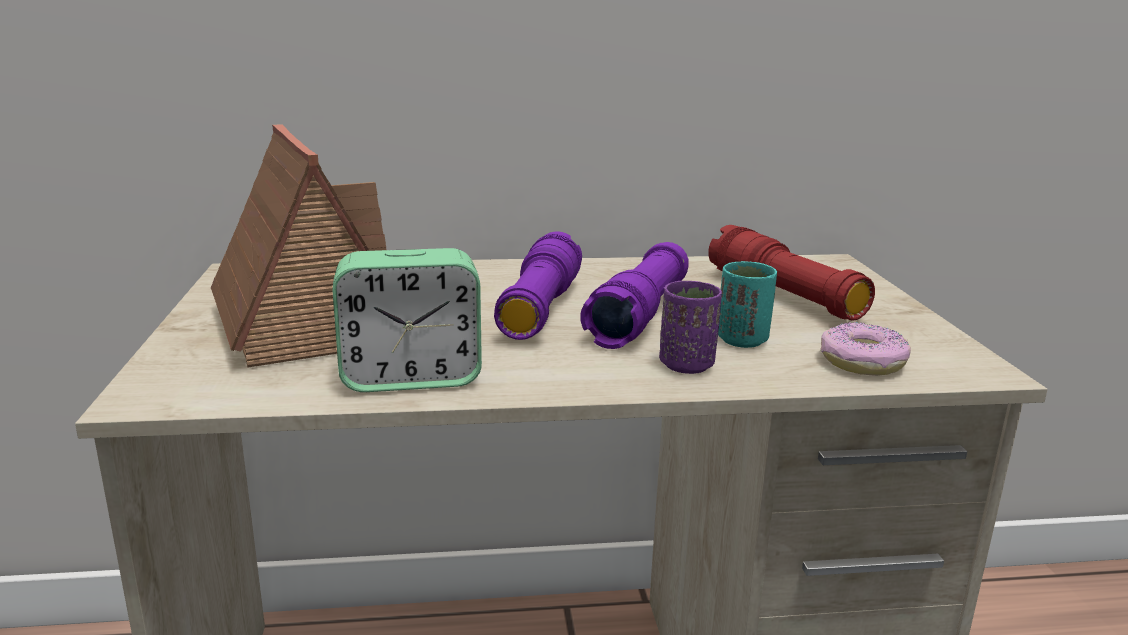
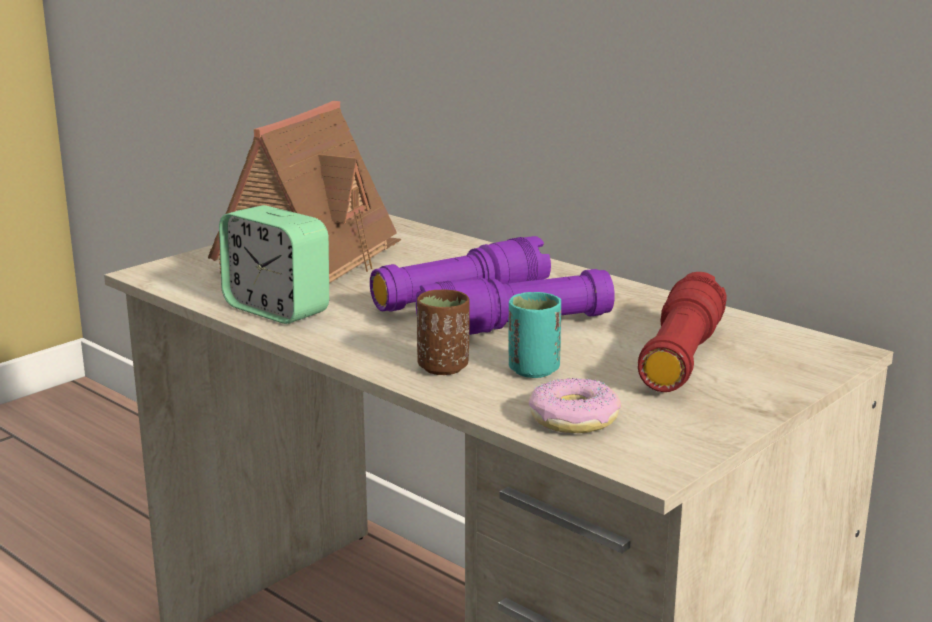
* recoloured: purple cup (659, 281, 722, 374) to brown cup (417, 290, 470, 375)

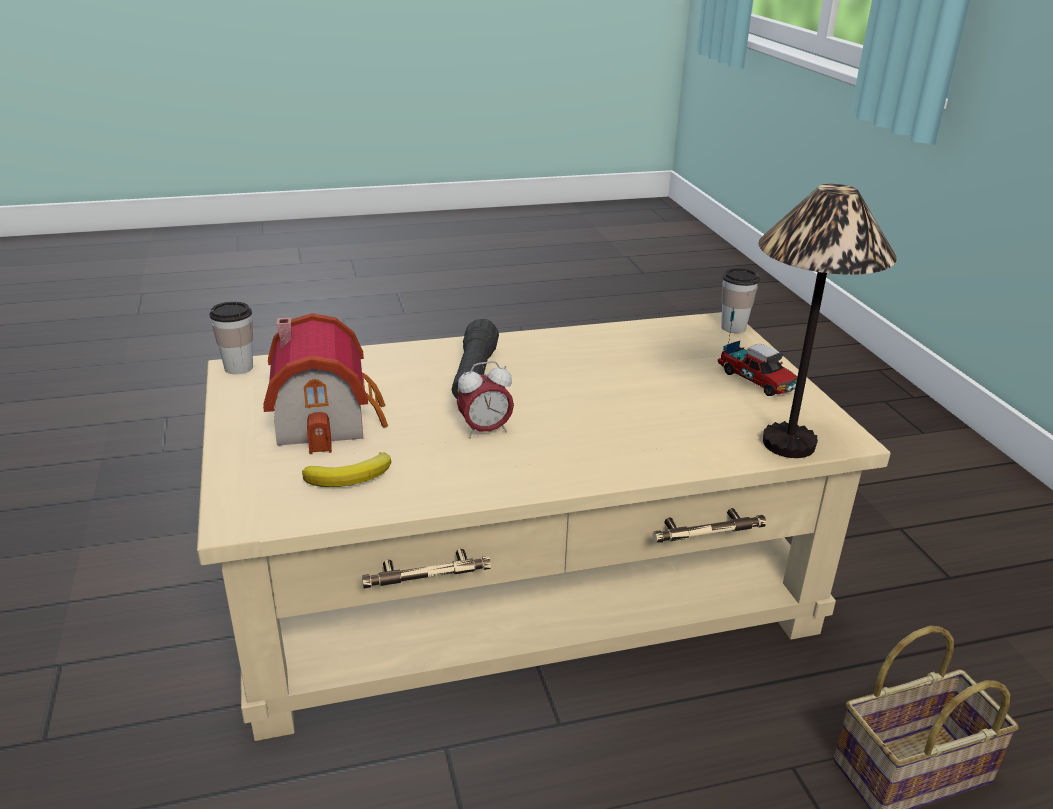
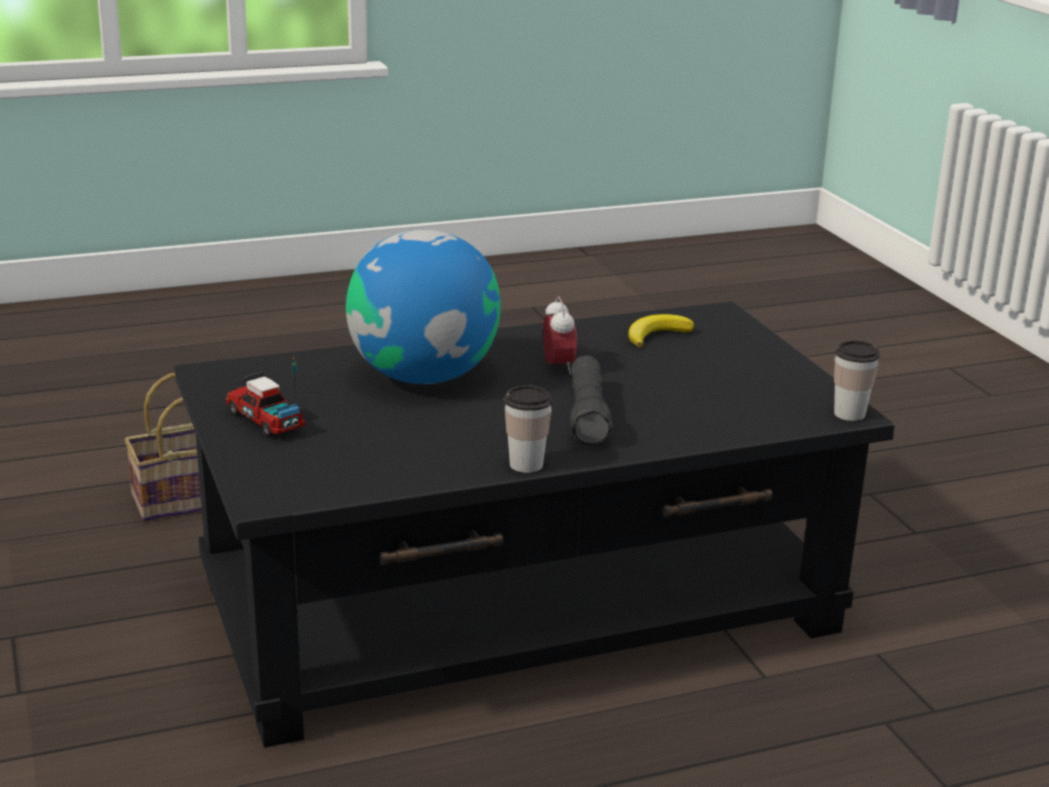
* removed: table lamp (758, 184, 897, 458)
* moved: cup (721, 268, 760, 333) to (504, 385, 552, 473)
* recoloured: beige coffee table (197, 312, 891, 741) to black coffee table (174, 301, 895, 747)
* removed: toy house (263, 313, 388, 454)
* turned: alarm clock (457, 361, 514, 439) = (543, 296, 577, 374) 105 degrees clockwise
* added: globe (346, 230, 501, 384)

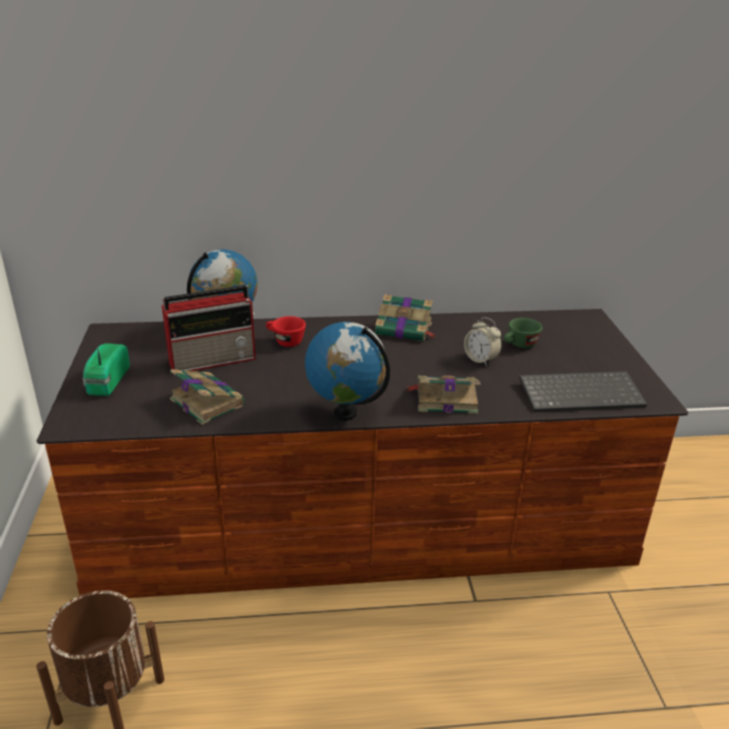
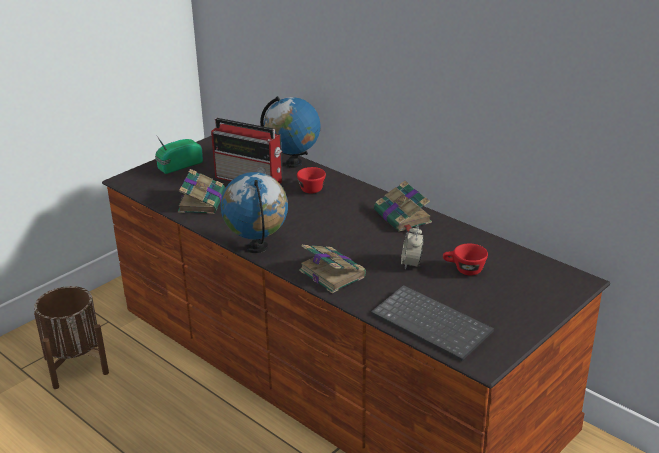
* recoloured: green cup (504, 318, 543, 348) to red cup (443, 243, 488, 275)

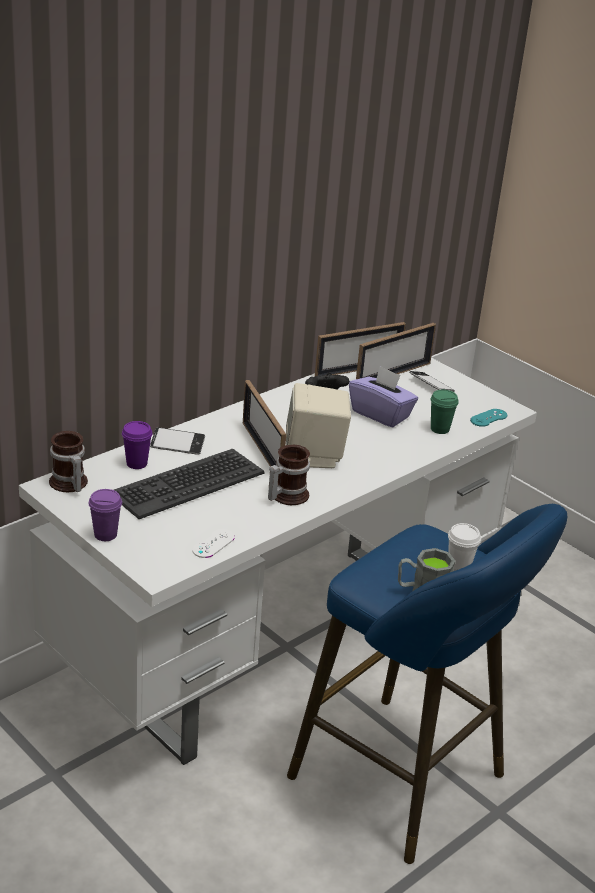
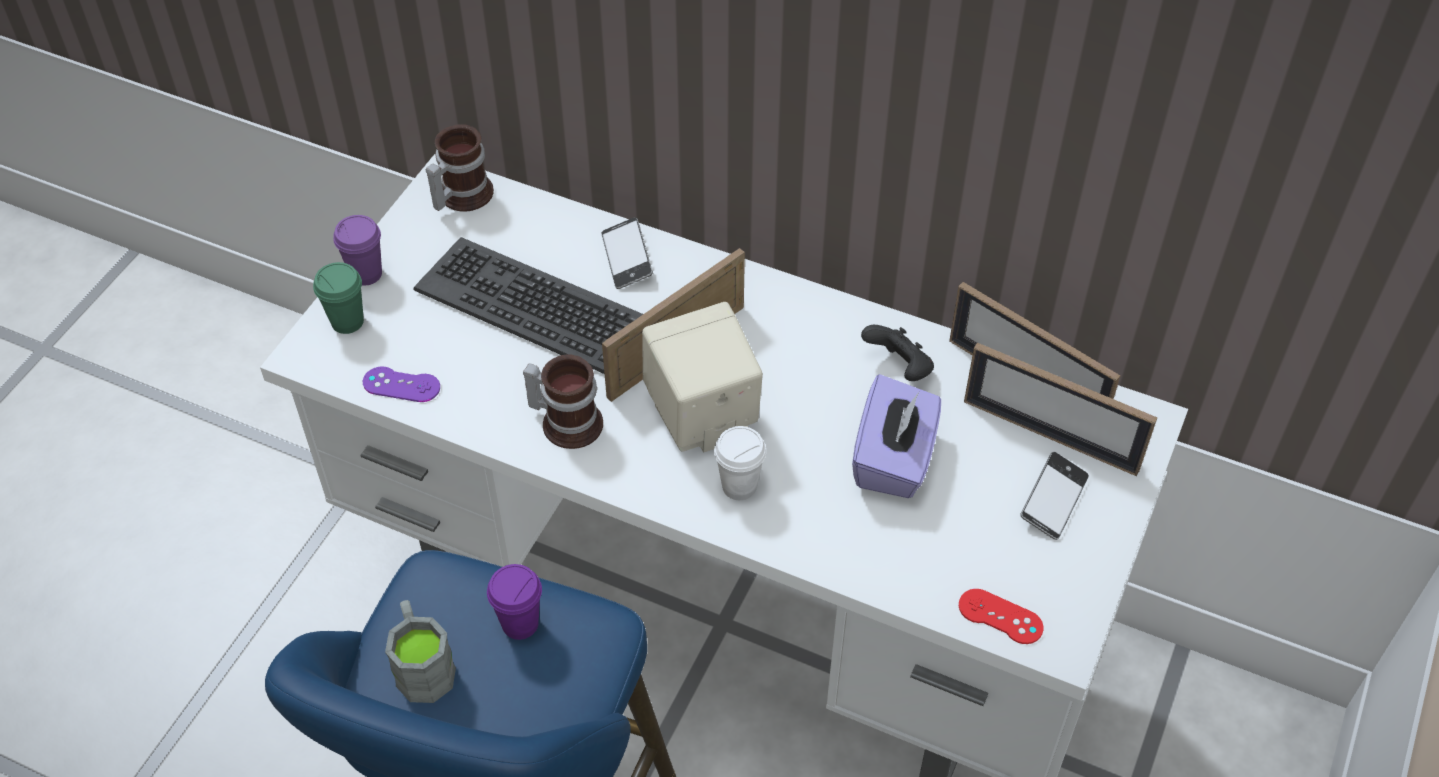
* moved: green cup (430, 390, 459, 434) to (313, 262, 364, 334)
* recoloured: turquoise game controller (470, 409, 507, 427) to red game controller (959, 589, 1044, 644)
* moved: purple cup (122, 421, 153, 469) to (487, 564, 542, 640)
* moved: white cup (448, 523, 481, 571) to (714, 426, 766, 500)
* recoloured: white game controller (192, 529, 235, 558) to purple game controller (363, 367, 440, 402)

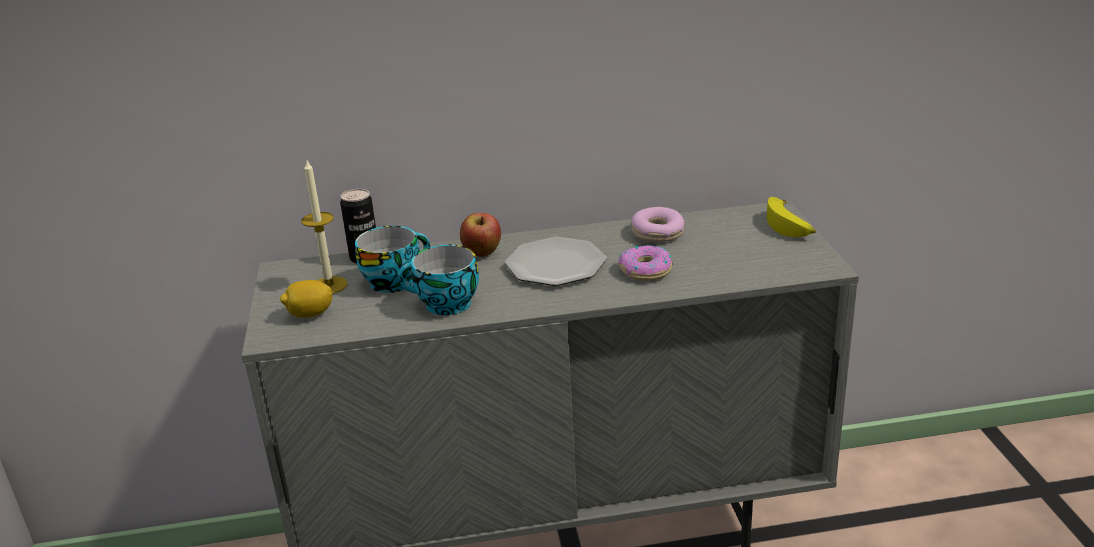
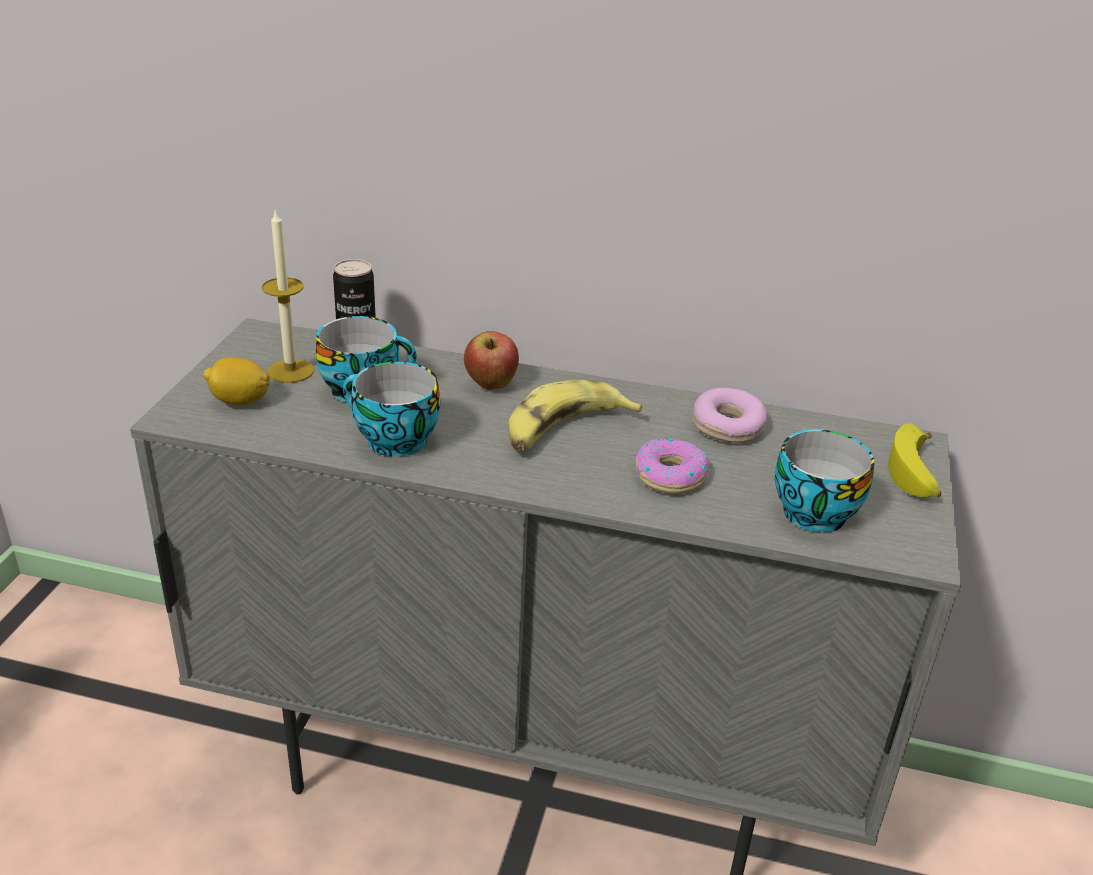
* replaced: plate (505, 237, 607, 286) to banana (508, 380, 642, 452)
* added: cup (775, 429, 874, 532)

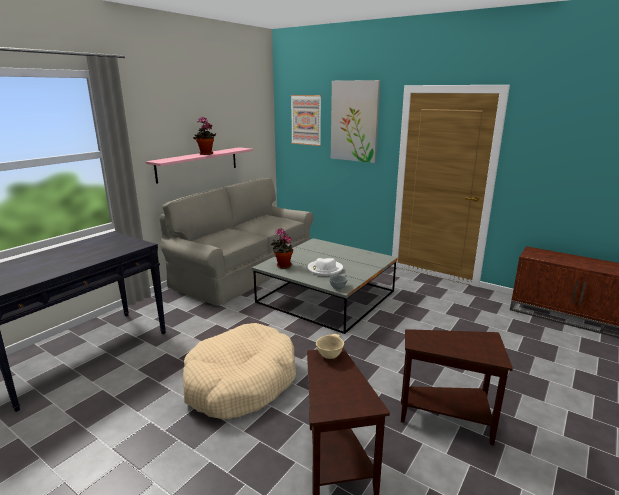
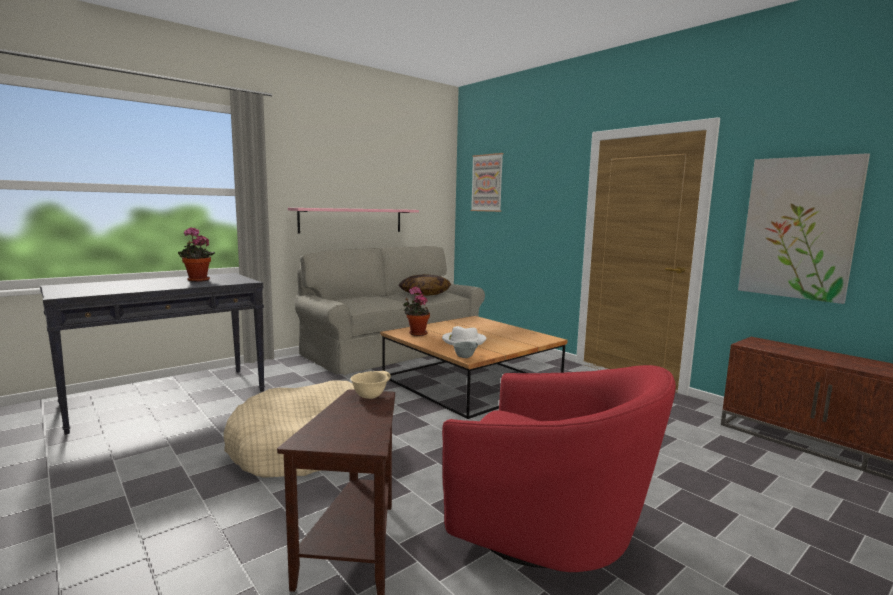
* moved: picture (331, 80, 380, 163) to (738, 153, 870, 304)
* moved: potted plant (193, 117, 216, 155) to (178, 227, 215, 282)
* recoloured: grey coffee table (252, 238, 398, 334) to brown coffee table (380, 316, 568, 419)
* replaced: brown side table (401, 329, 513, 445) to red armchair (442, 365, 676, 572)
* added: pillow (399, 274, 451, 296)

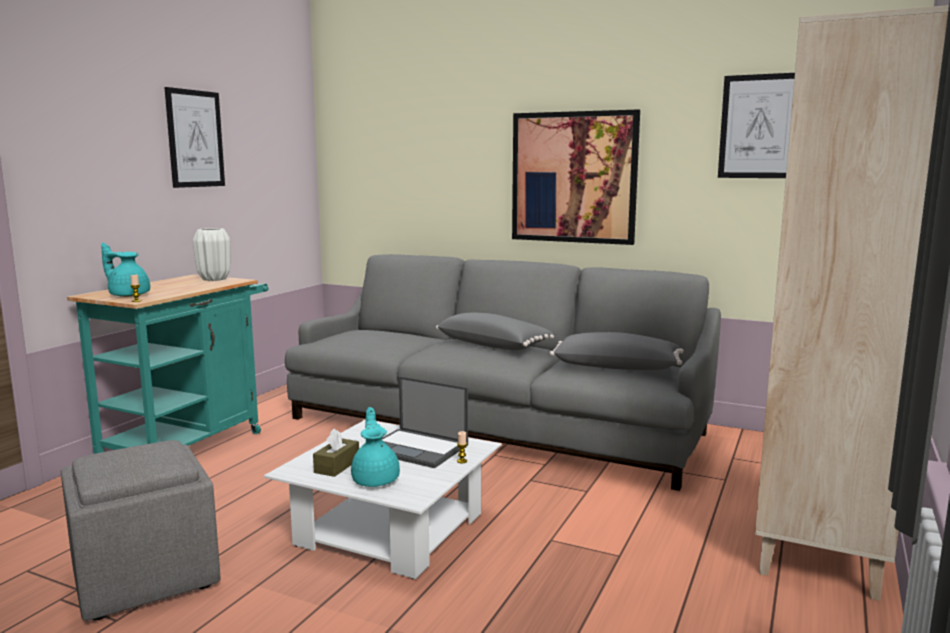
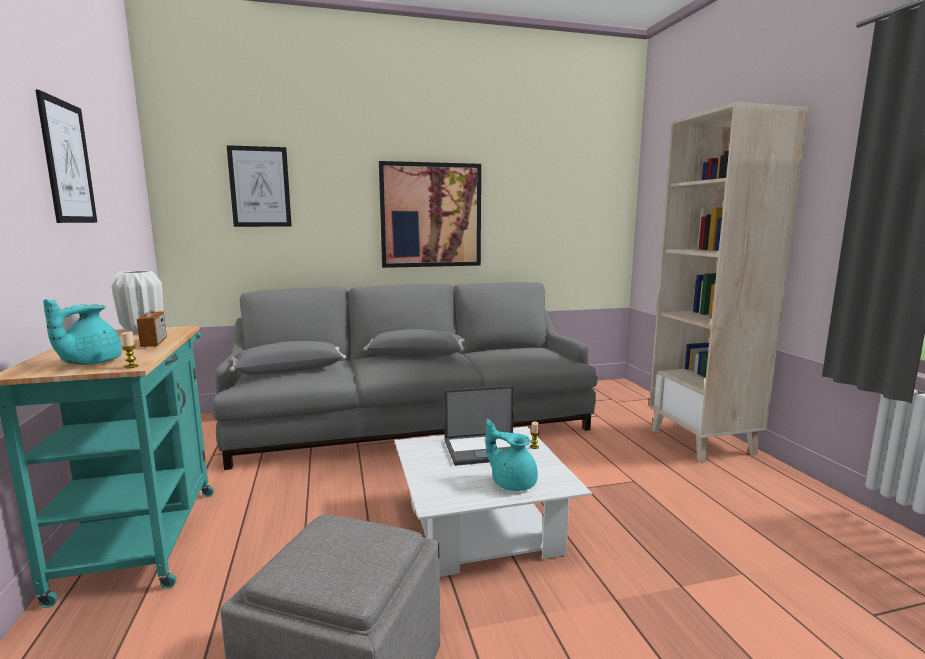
* moved: picture (718, 73, 795, 178) to (227, 145, 292, 227)
* turned: turquoise teapot (101, 243, 150, 297) = (43, 299, 122, 365) 60 degrees counterclockwise
* moved: grey pillow (549, 332, 684, 370) to (230, 341, 346, 375)
* removed: brown tissue box (313, 428, 359, 477)
* added: radio (137, 283, 167, 347)

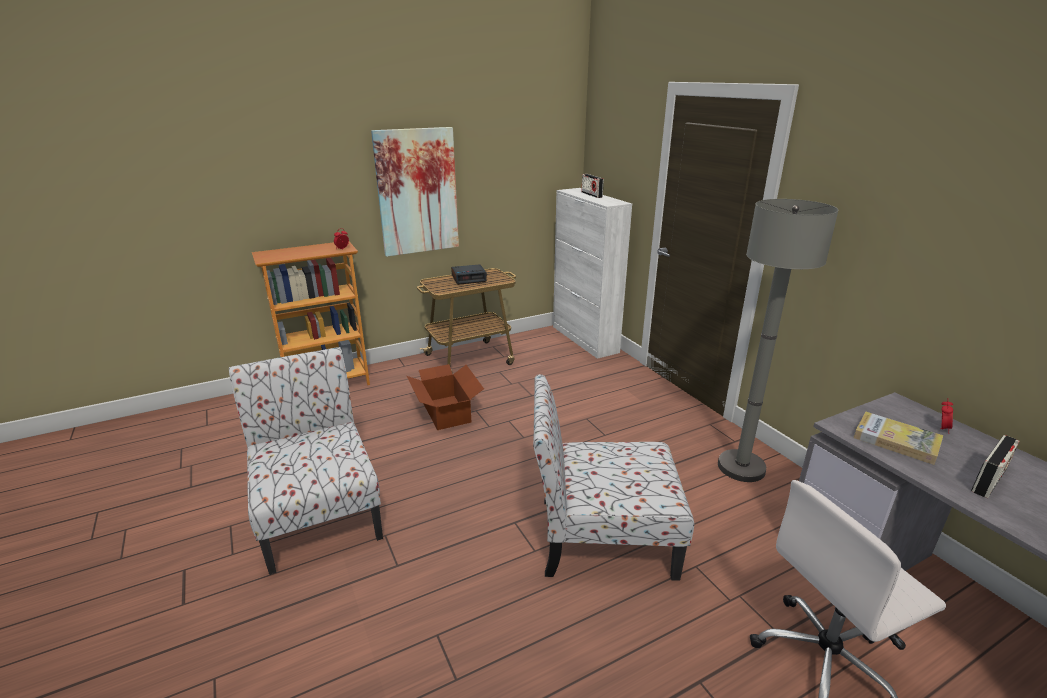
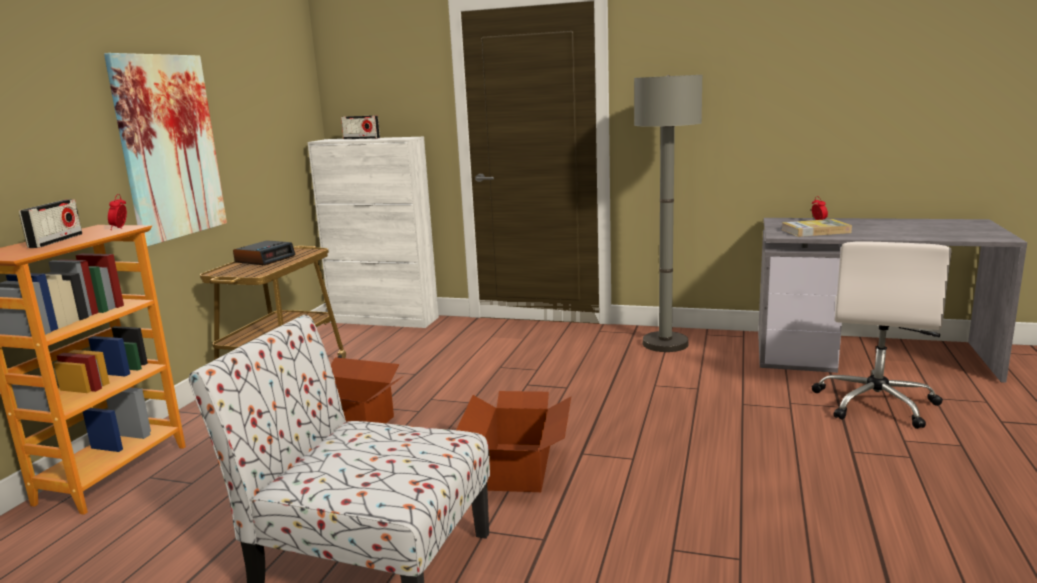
* removed: chair (533, 374, 694, 580)
* moved: radio (971, 435, 1020, 498) to (19, 199, 82, 248)
* added: cardboard box (456, 391, 571, 492)

